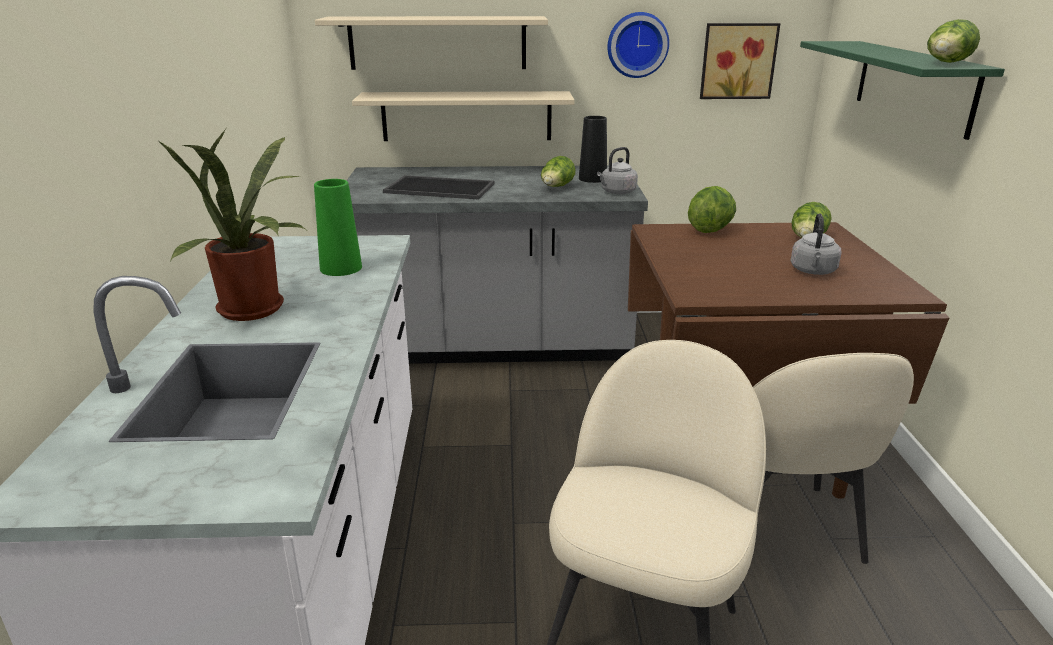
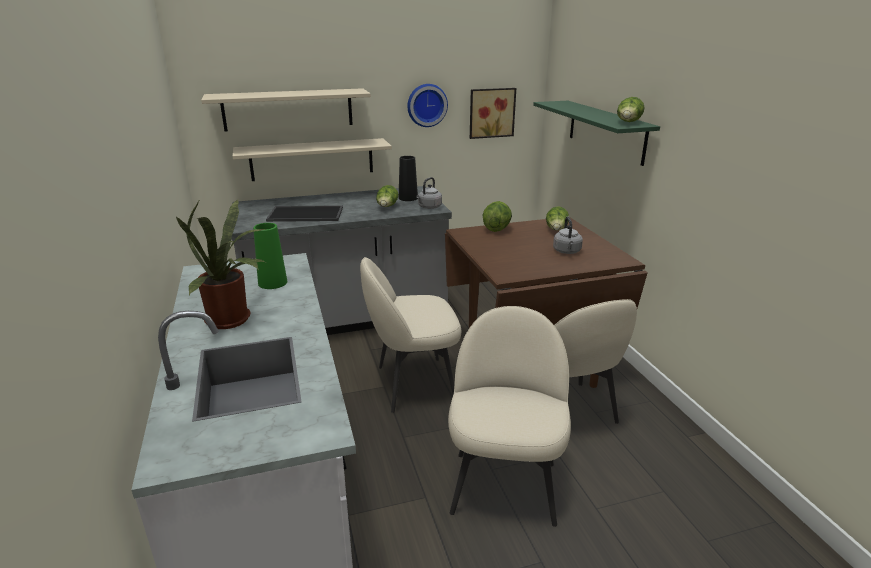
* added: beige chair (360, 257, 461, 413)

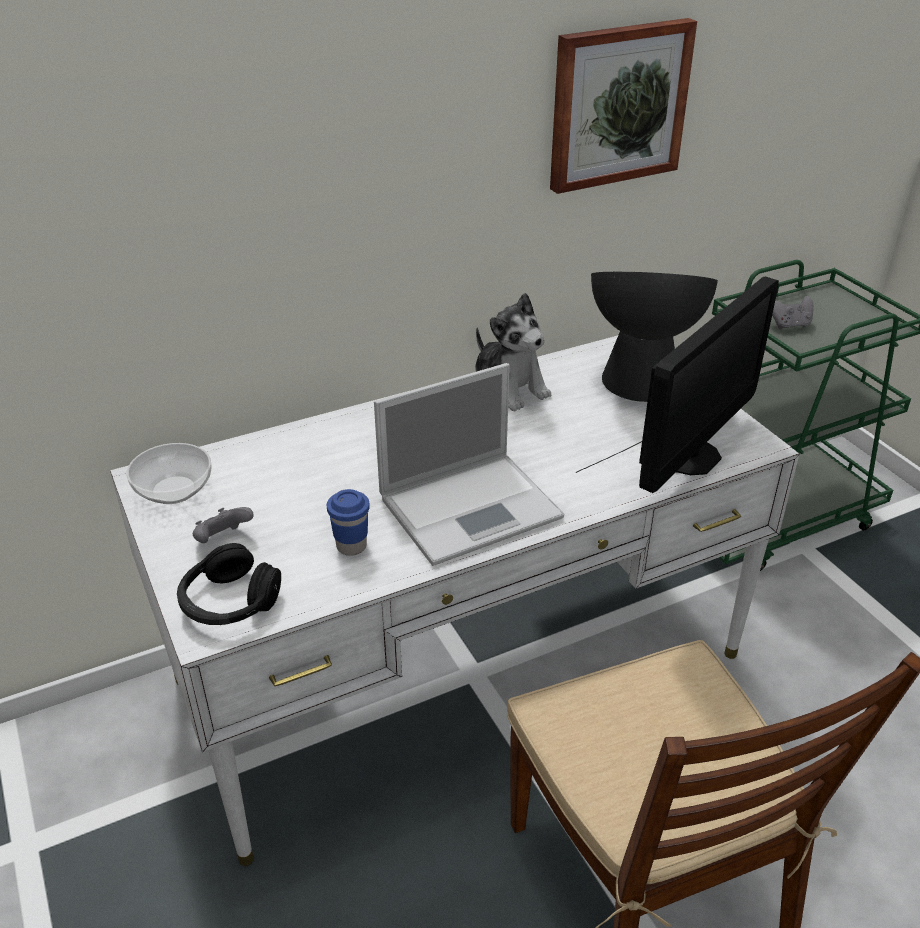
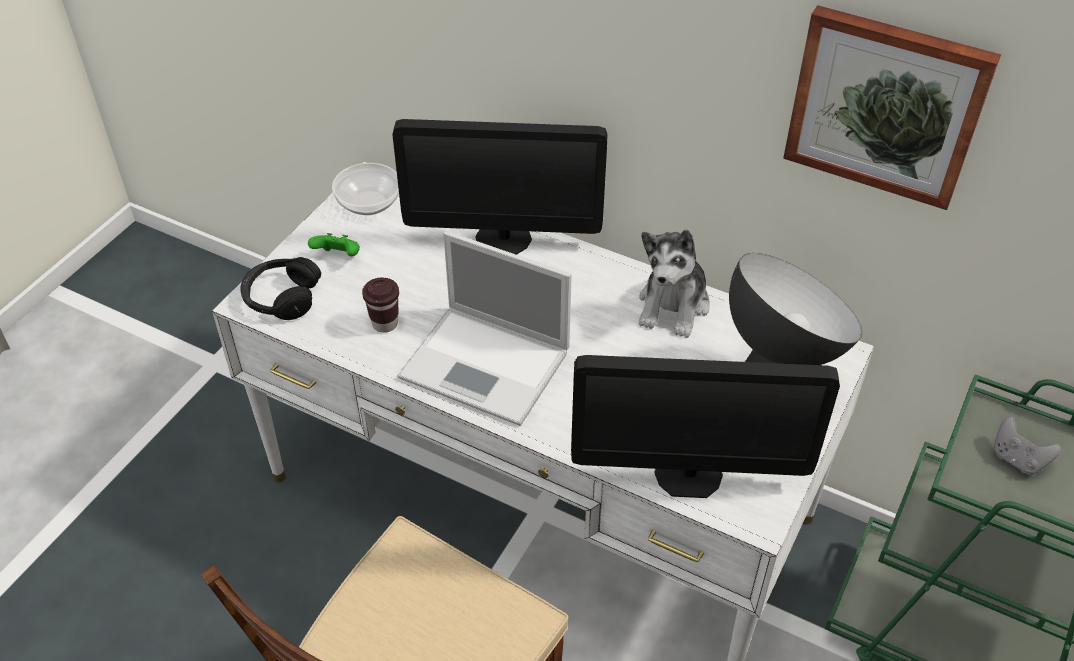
* recoloured: blue cup (327, 489, 370, 556) to brown cup (362, 278, 399, 333)
* recoloured: grey game controller (193, 507, 254, 543) to green game controller (308, 233, 360, 256)
* added: monitor (392, 119, 608, 255)

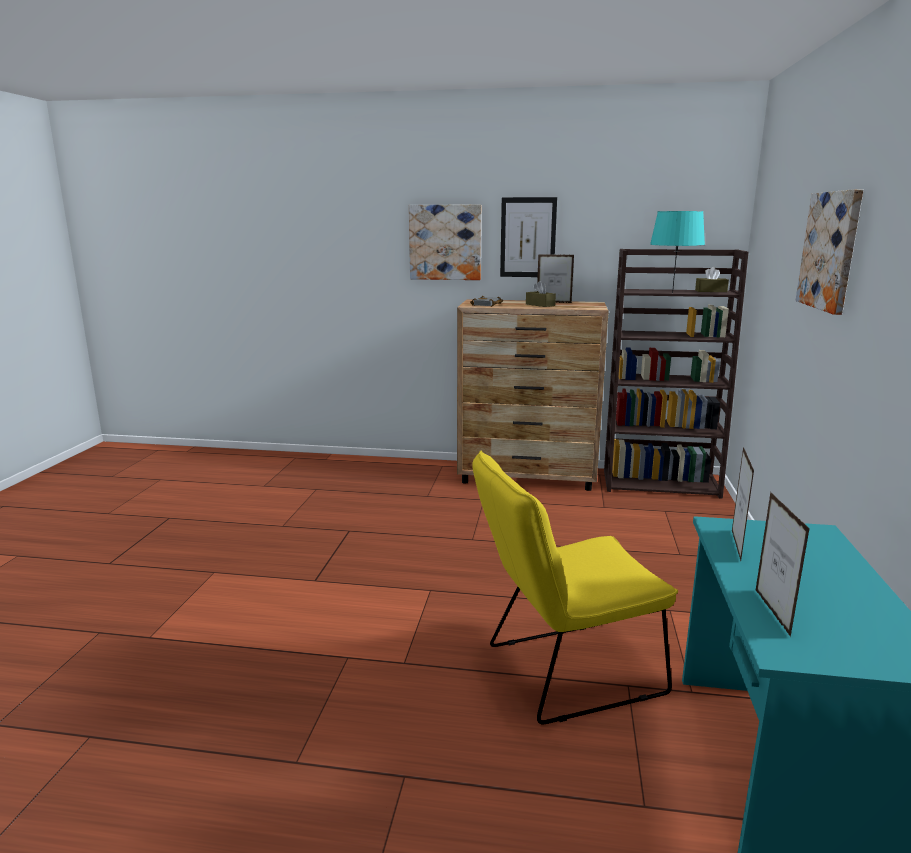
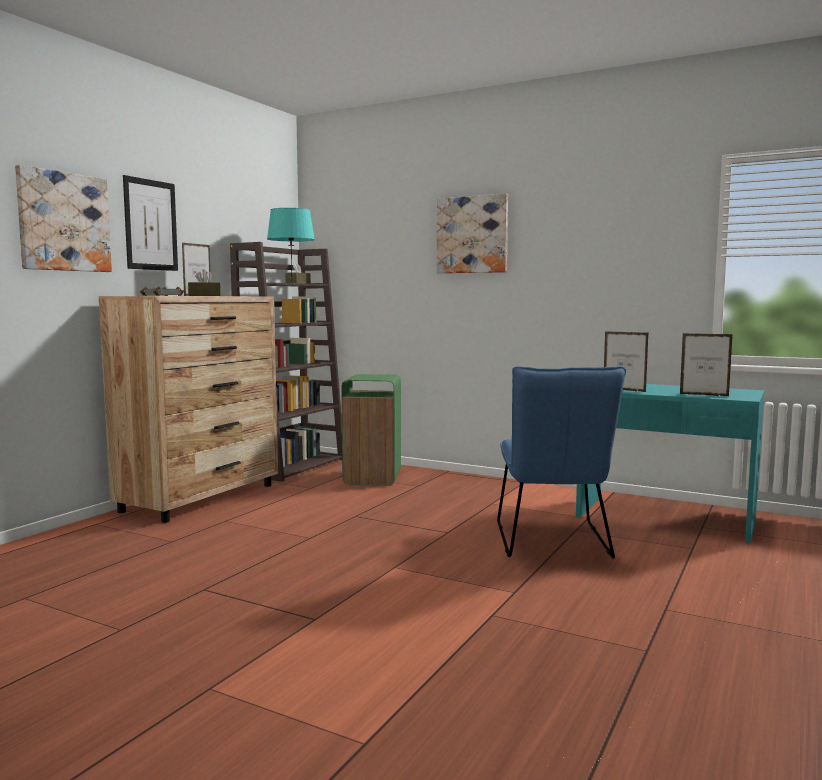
* recoloured: yellow chair (472, 450, 678, 725) to blue chair (497, 366, 626, 559)
* added: green trash can (341, 374, 401, 485)

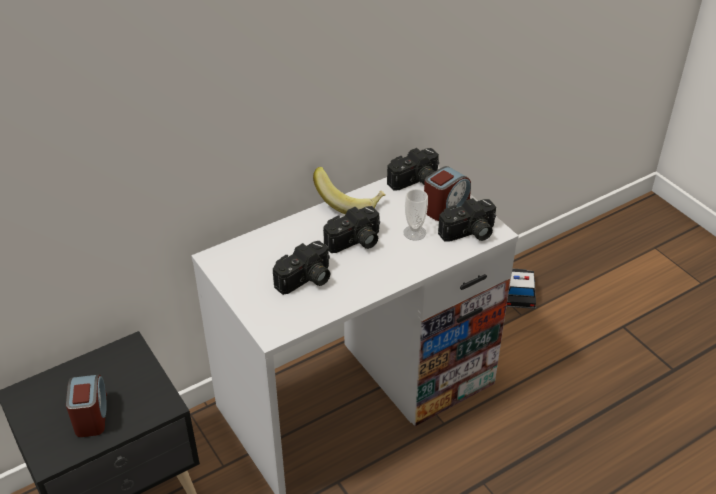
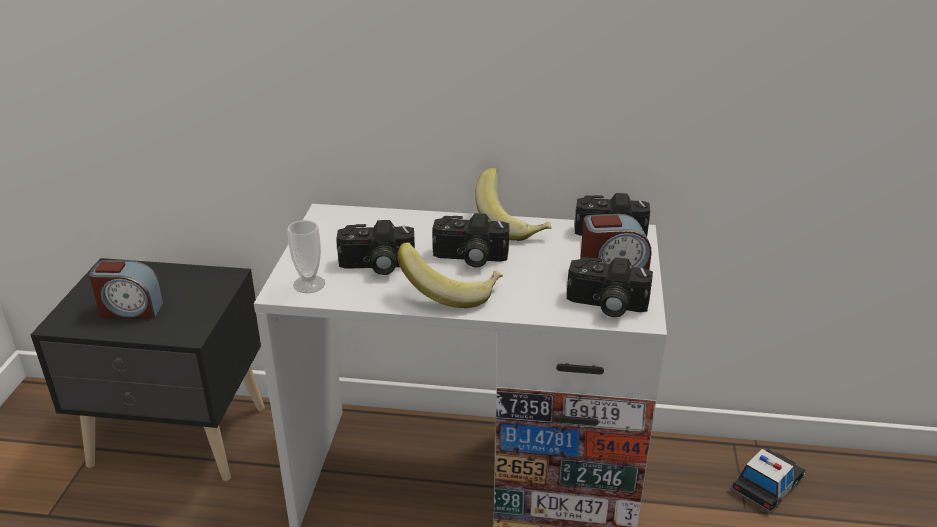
* moved: cup (403, 189, 428, 241) to (287, 220, 325, 293)
* turned: alarm clock (66, 375, 107, 437) = (89, 260, 164, 319) 60 degrees clockwise
* added: banana (397, 242, 503, 308)

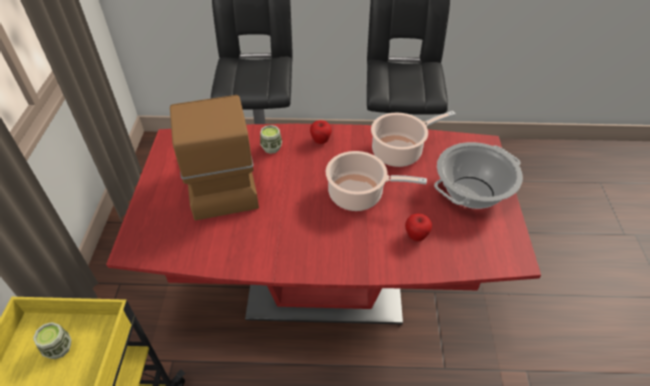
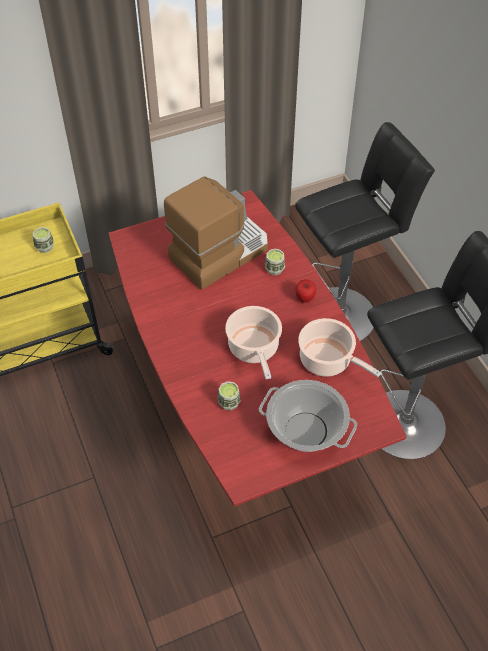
* replaced: apple (405, 214, 432, 241) to cup (217, 381, 241, 410)

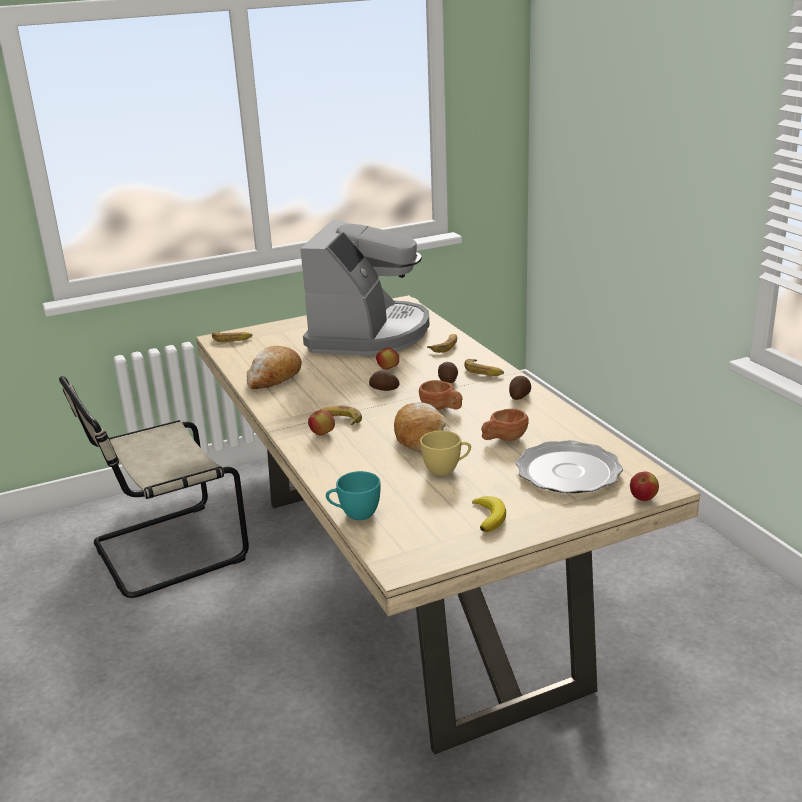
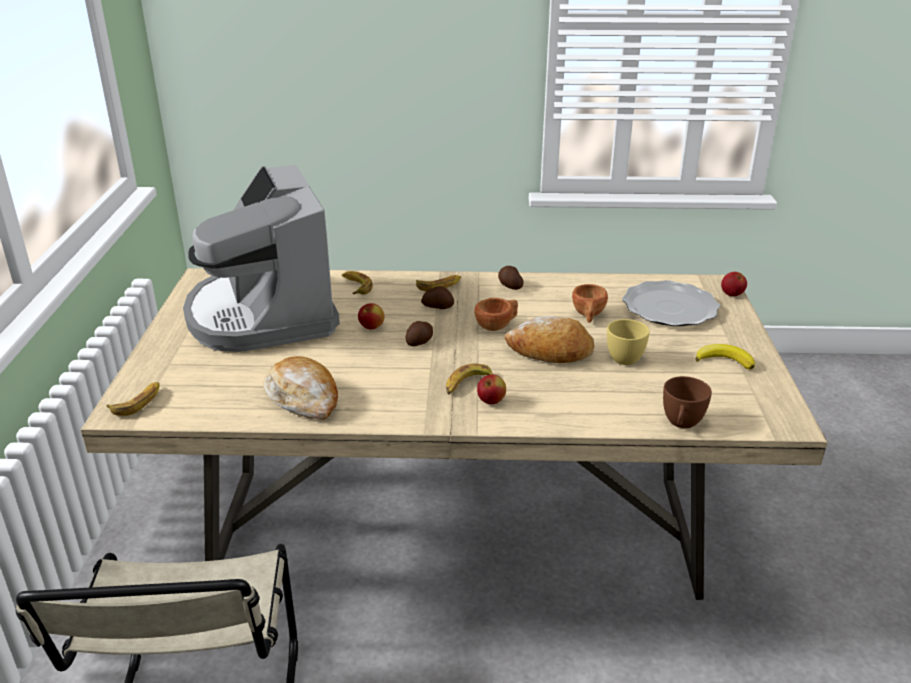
* turned: coffee machine (300, 219, 429, 356) = (183, 165, 340, 352) 150 degrees counterclockwise
* recoloured: turquoise cup (326, 471, 380, 520) to brown cup (663, 376, 712, 428)

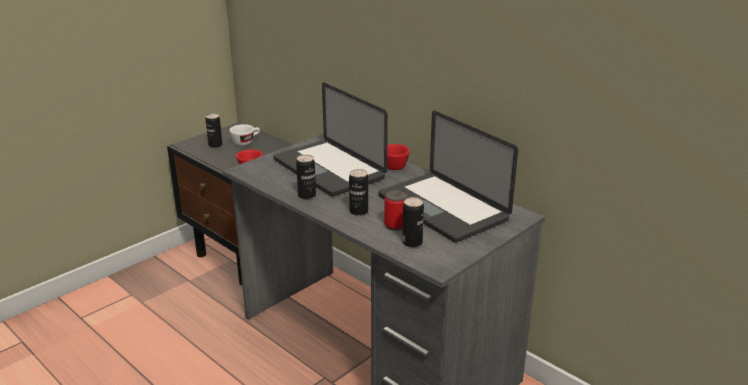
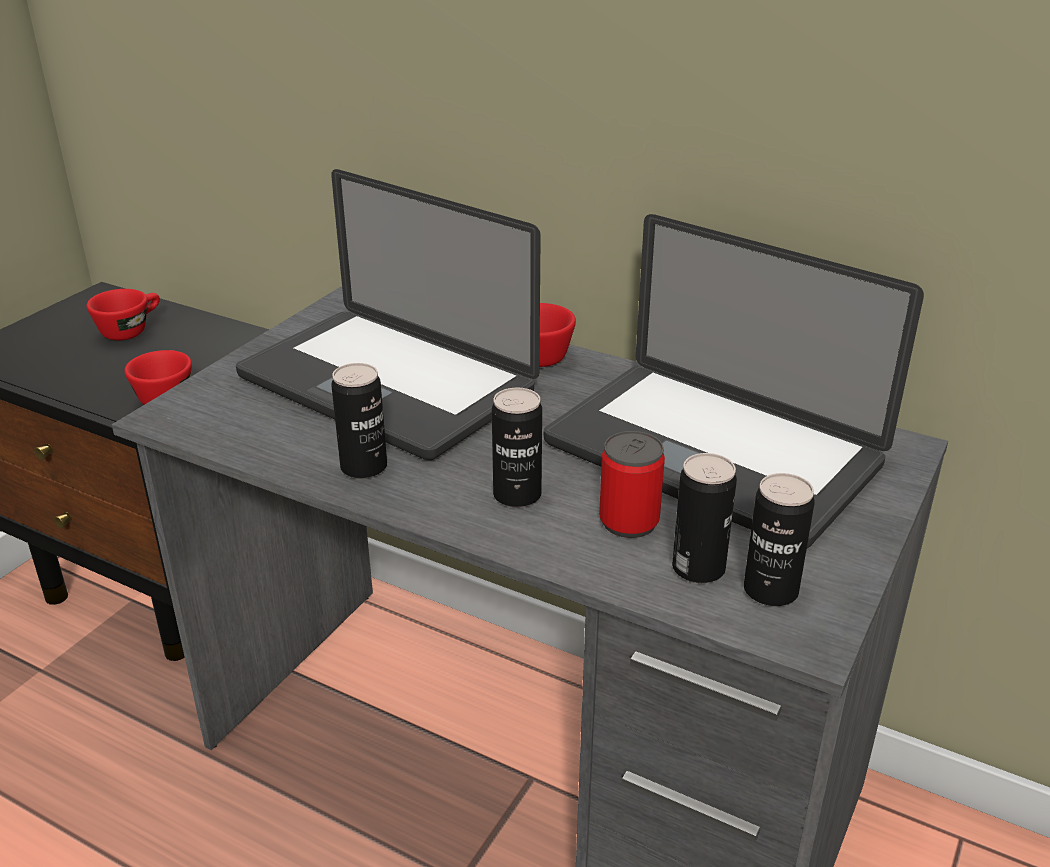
* moved: can (206, 114, 223, 148) to (744, 473, 815, 606)
* recoloured: white cup (229, 124, 260, 146) to red cup (87, 289, 160, 340)

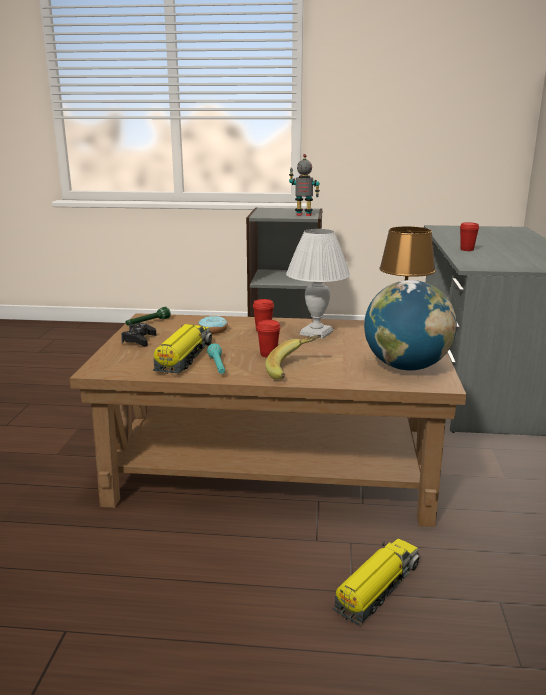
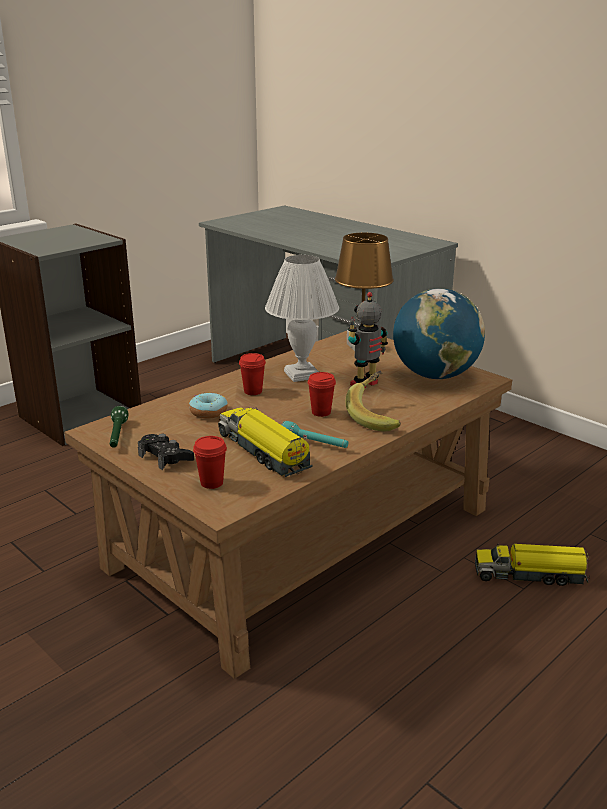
* moved: toy robot (289, 154, 320, 216) to (348, 292, 388, 388)
* moved: red cup (460, 222, 479, 251) to (193, 436, 227, 489)
* turned: toy truck (332, 538, 420, 625) = (475, 543, 590, 586) 75 degrees counterclockwise

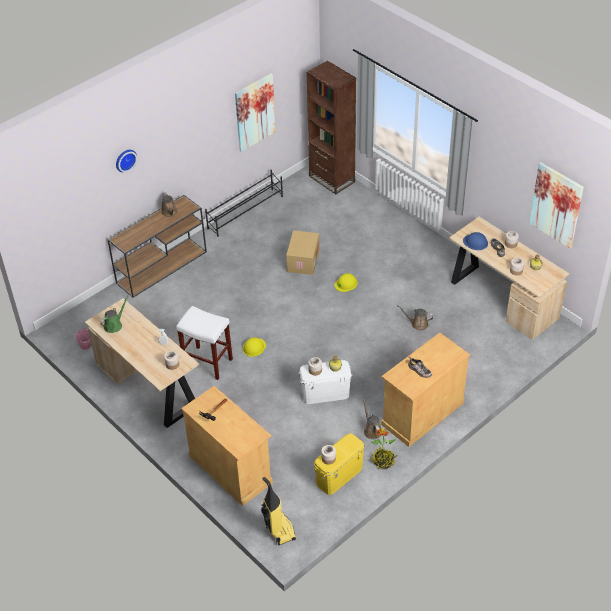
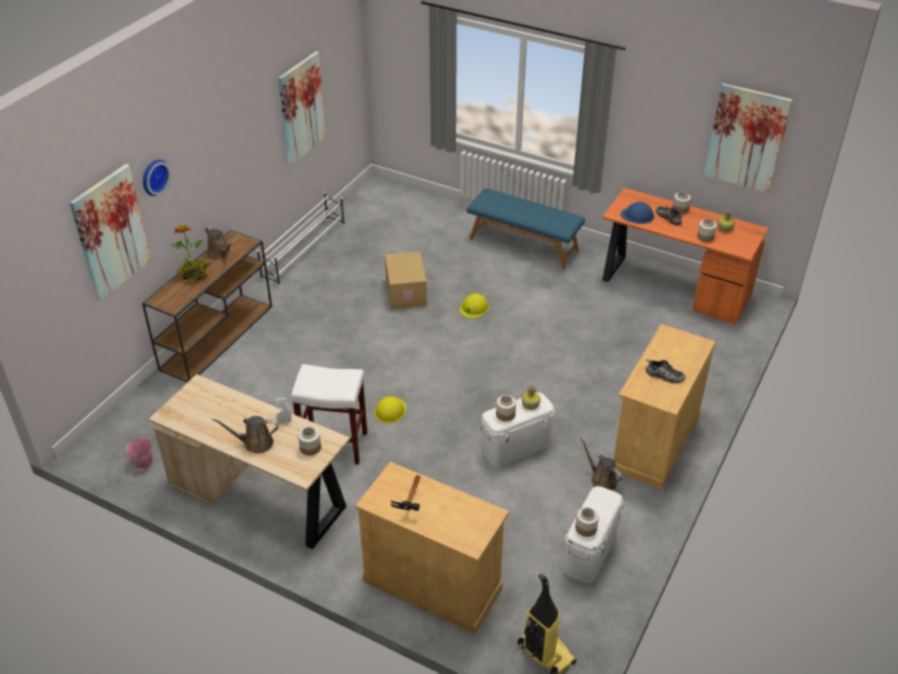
* removed: brown bookcase (307, 61, 356, 194)
* recoloured: black shoe rack (205, 170, 283, 237) to white shoe rack (257, 192, 345, 286)
* recoloured: beige desk (449, 217, 569, 340) to orange desk (602, 188, 768, 325)
* removed: green watering can (100, 296, 129, 333)
* moved: brown watering can (397, 305, 434, 331) to (212, 416, 278, 453)
* moved: potted plant (371, 428, 397, 469) to (171, 224, 210, 283)
* recoloured: yellow storage box (314, 434, 364, 495) to white storage box (564, 486, 624, 583)
* added: picture (70, 164, 152, 301)
* added: blue bench (467, 189, 585, 269)

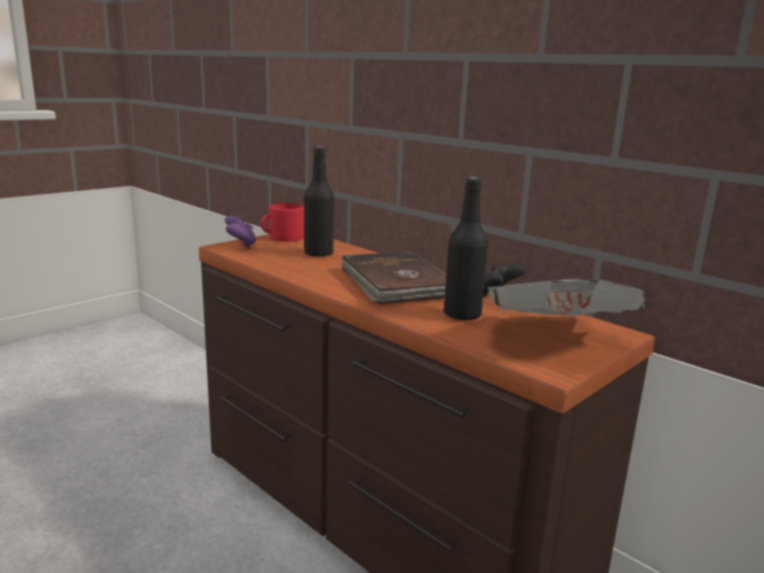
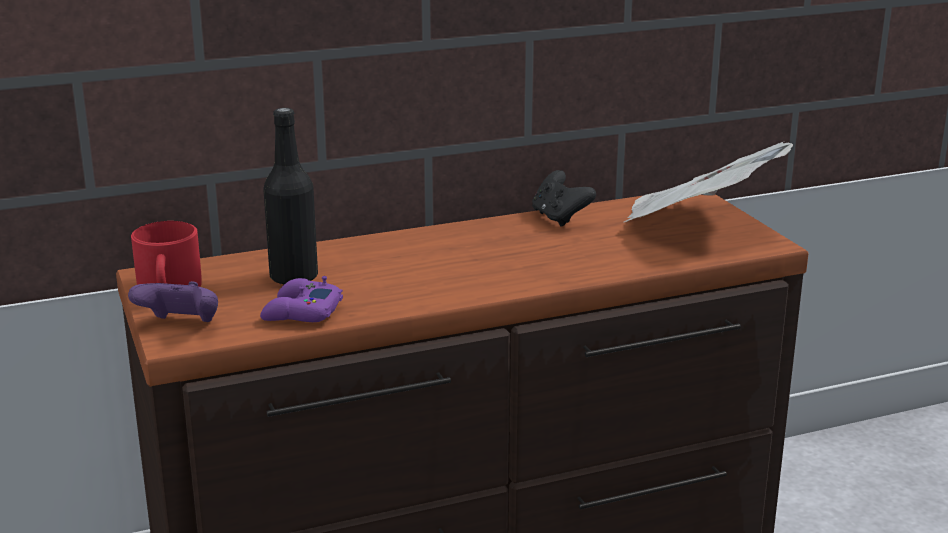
* removed: black bottle (444, 177, 488, 321)
* removed: brown book (341, 251, 446, 304)
* added: purple game controller (260, 276, 343, 322)

